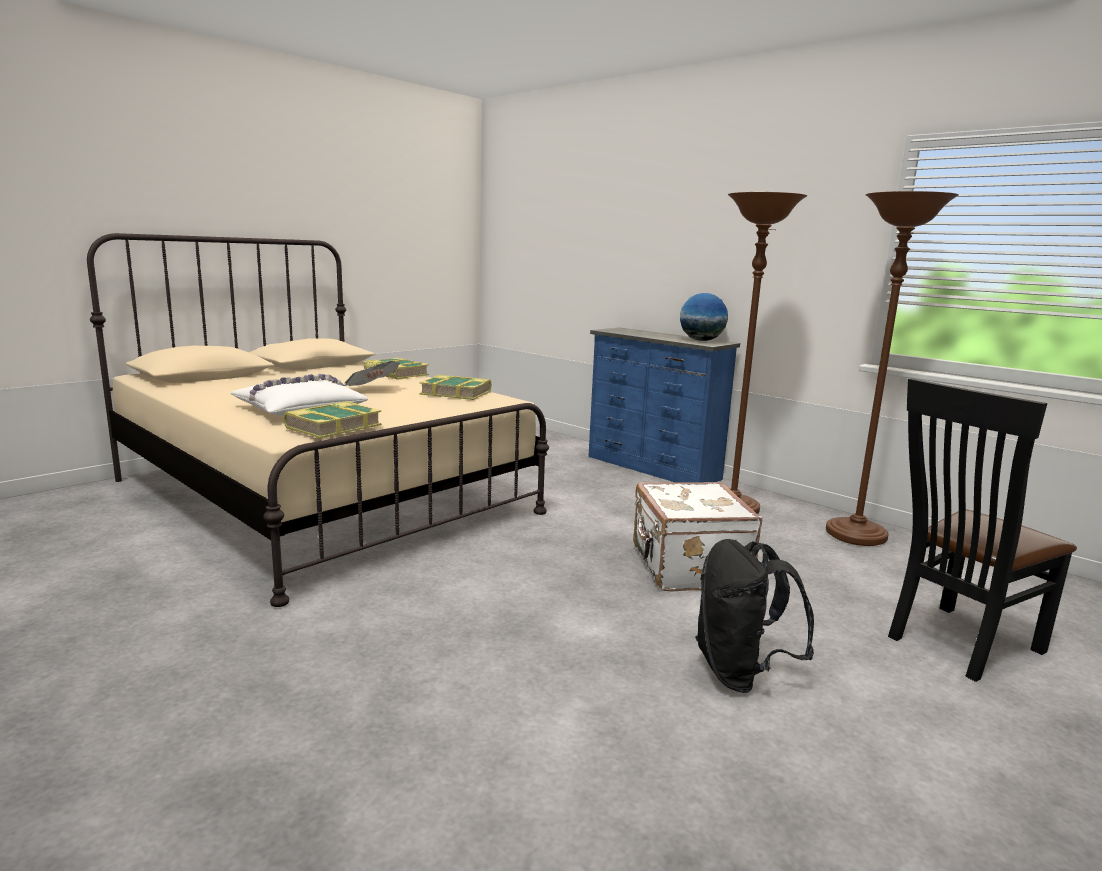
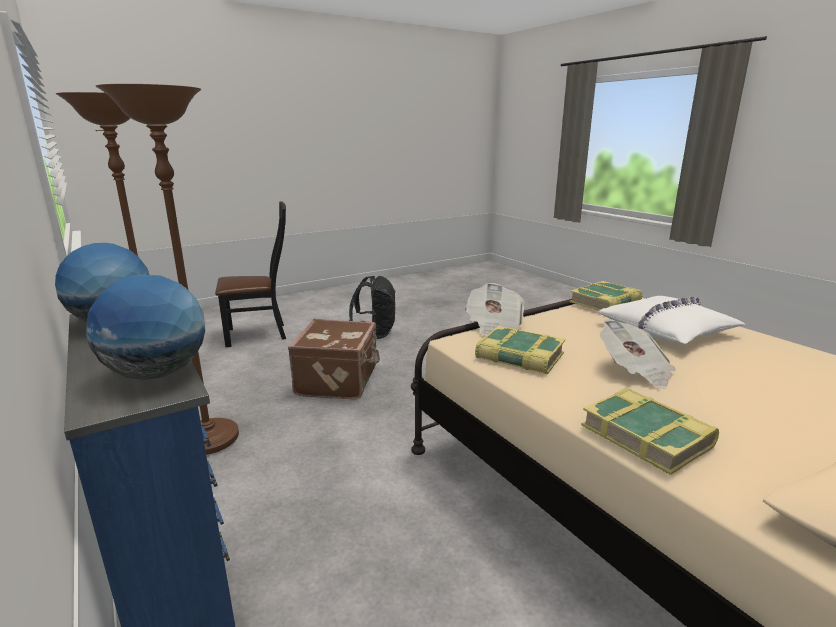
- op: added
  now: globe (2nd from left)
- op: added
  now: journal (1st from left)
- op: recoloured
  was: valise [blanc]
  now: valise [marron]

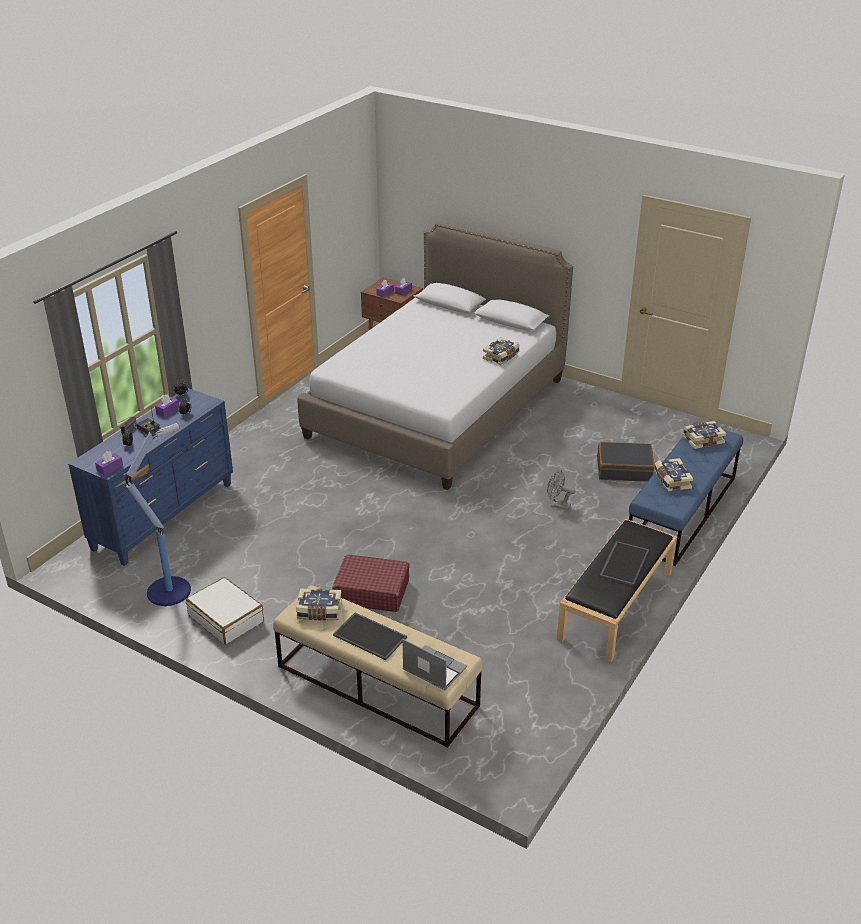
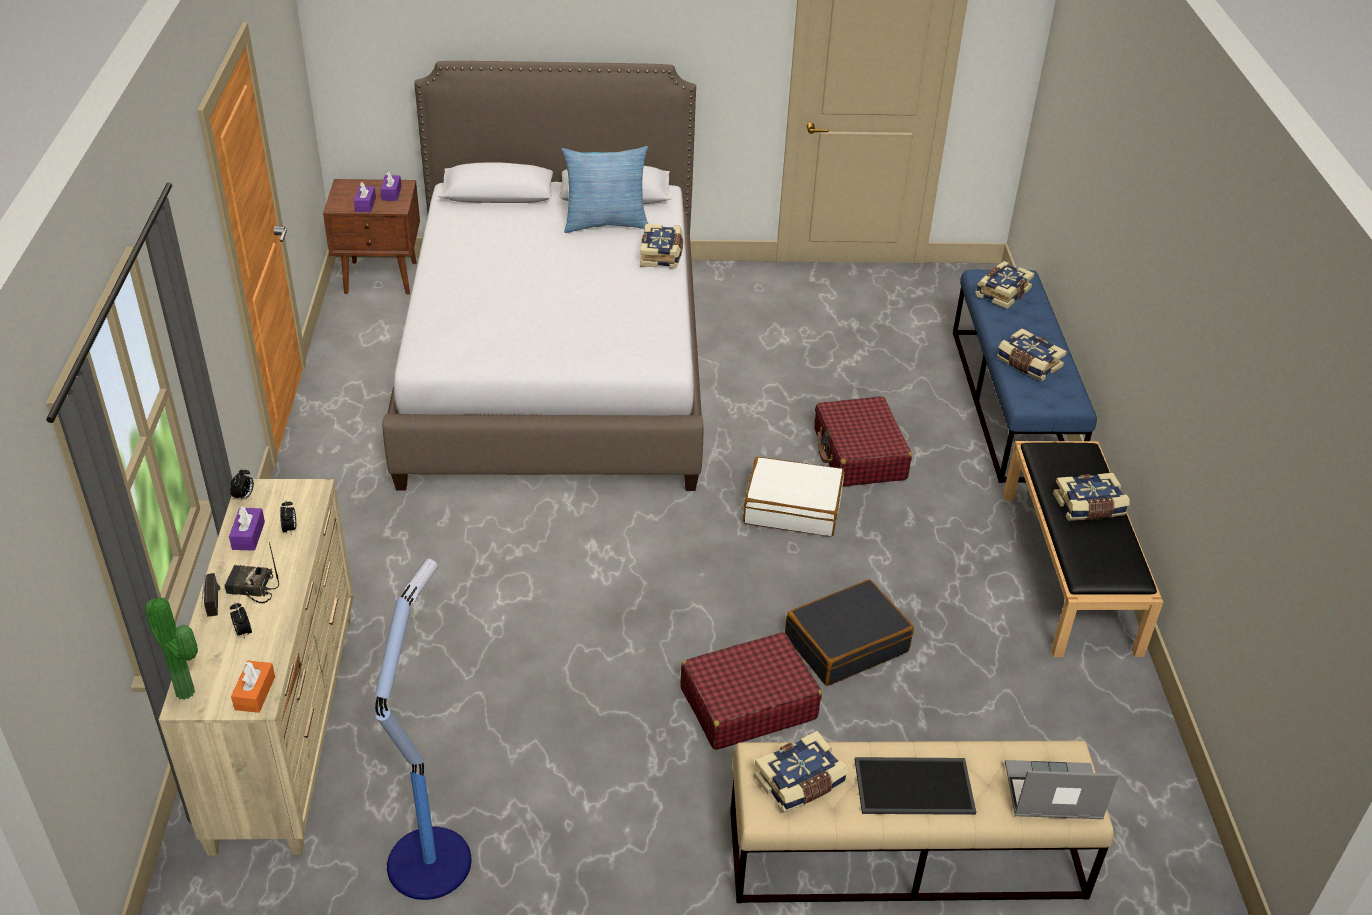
- op: added
  now: plante en pot
- op: added
  now: coussin
- op: moved
  was: valise [blanc]
- op: moved
  was: valise [noir]
- op: replaced
  was: ventilateur [gris]
  now: valise [rouge] (2nd from left)
- op: replaced
  was: plateau (2nd from left)
  now: livre (5th from left)
- op: recoloured
  was: commode [bleu]
  now: commode [beige]
- op: recoloured
  was: boîte à mouchoirs [violet] (1st from left)
  now: boîte à mouchoirs [orange]

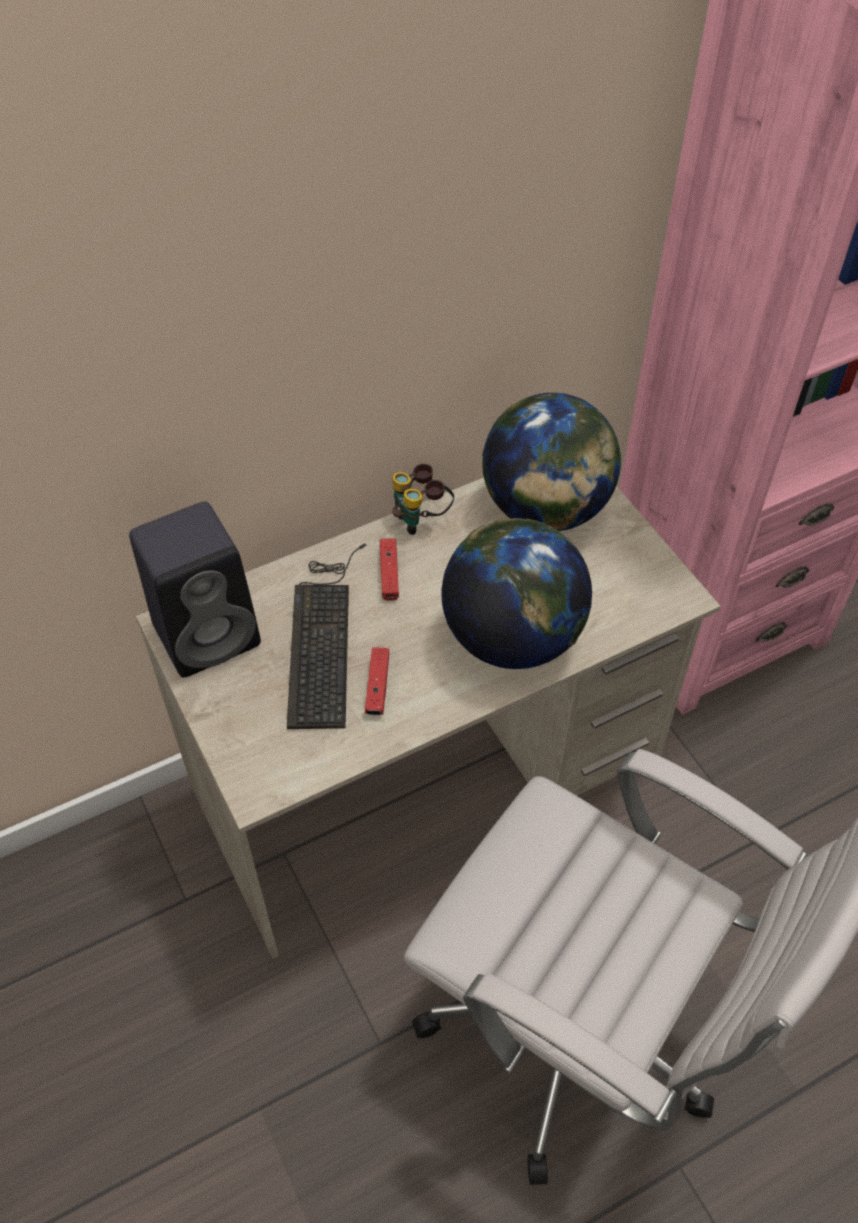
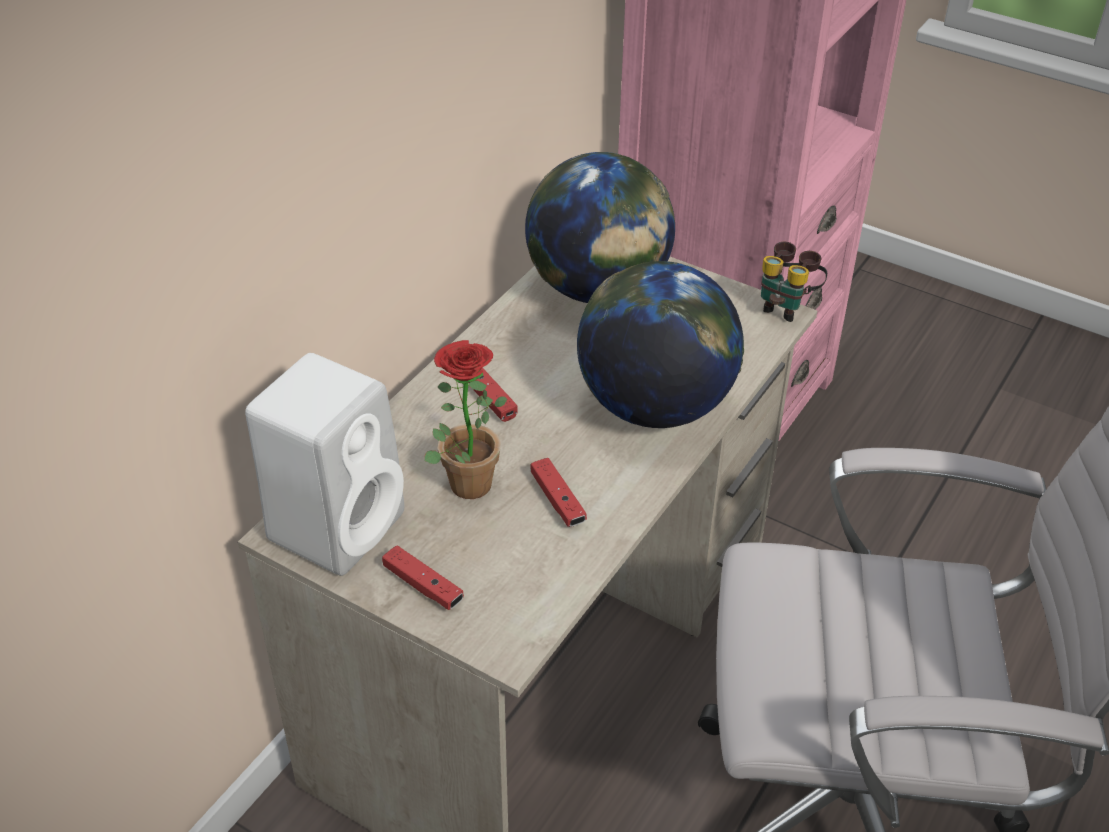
- op: added
  now: manette [rouge] (1st from left)
- op: moved
  was: jumelles
- op: replaced
  was: clavier
  now: plante en pot
- op: recoloured
  was: enceinte [noir]
  now: enceinte [blanc]

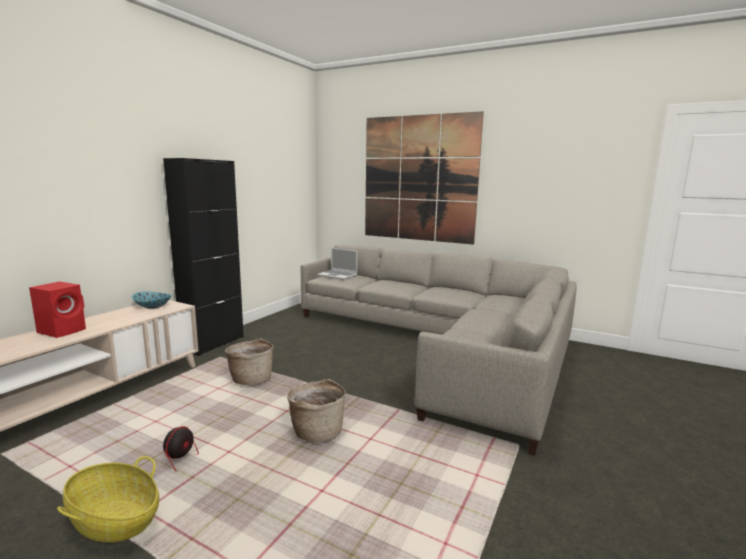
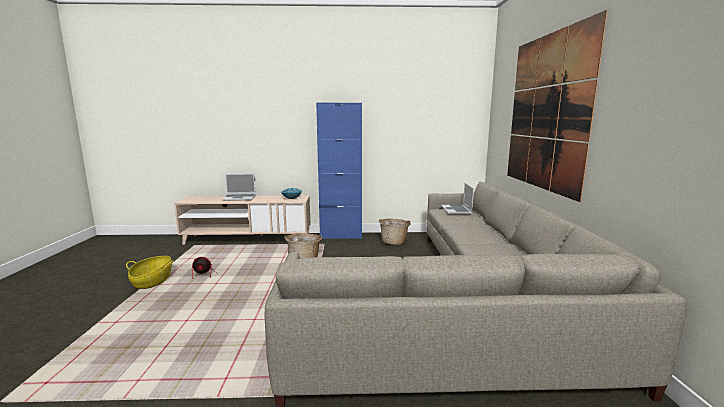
- op: moved
  was: panier (3rd from left)
- op: replaced
  was: enceinte [rouge]
  now: ordinateur portable (1st from left)
- op: recoloured
  was: meuble de rangement [noir]
  now: meuble de rangement [bleu]

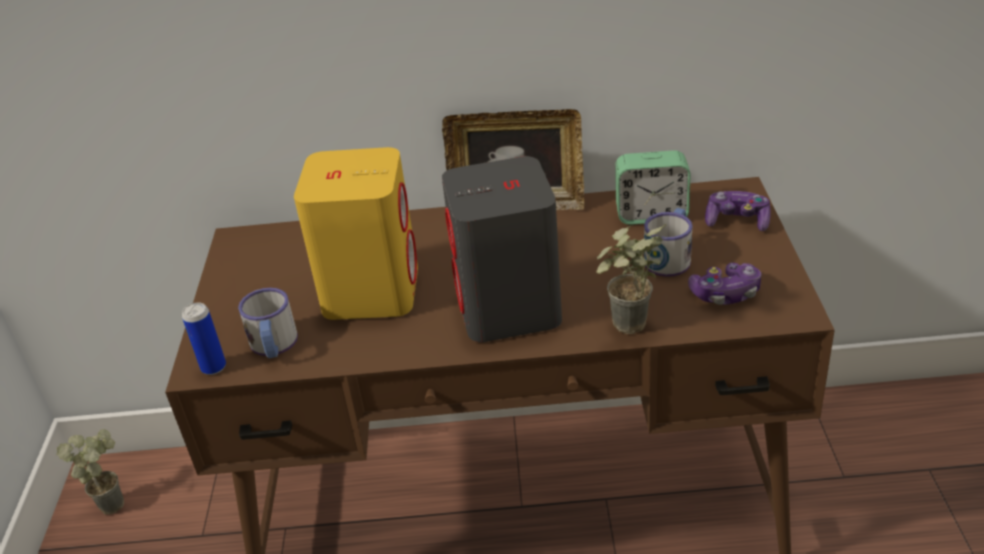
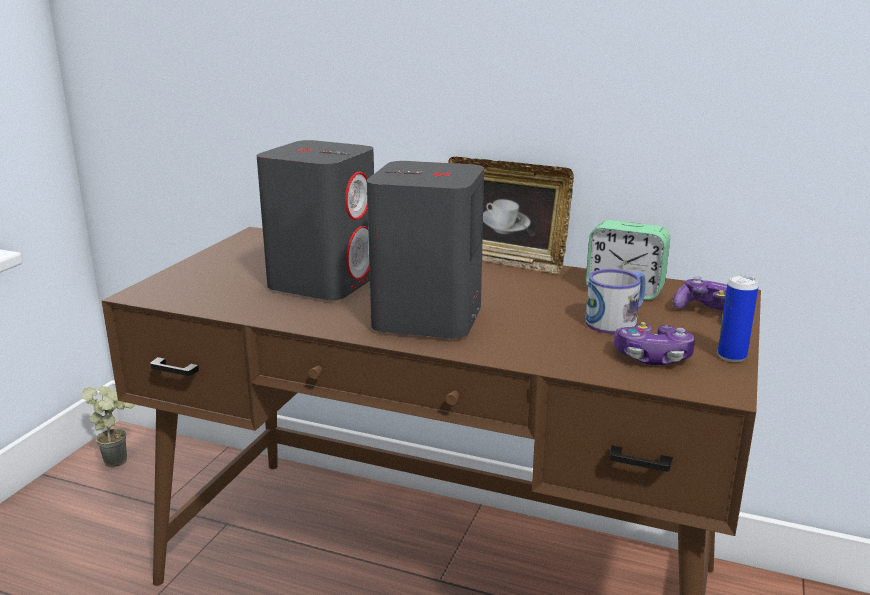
- op: removed
  was: mug (1st from left)
- op: removed
  was: plante en pot (2nd from left)
- op: moved
  was: boîte métallique
- op: recoloured
  was: enceinte [jaune]
  now: enceinte [gris] (1st from left)

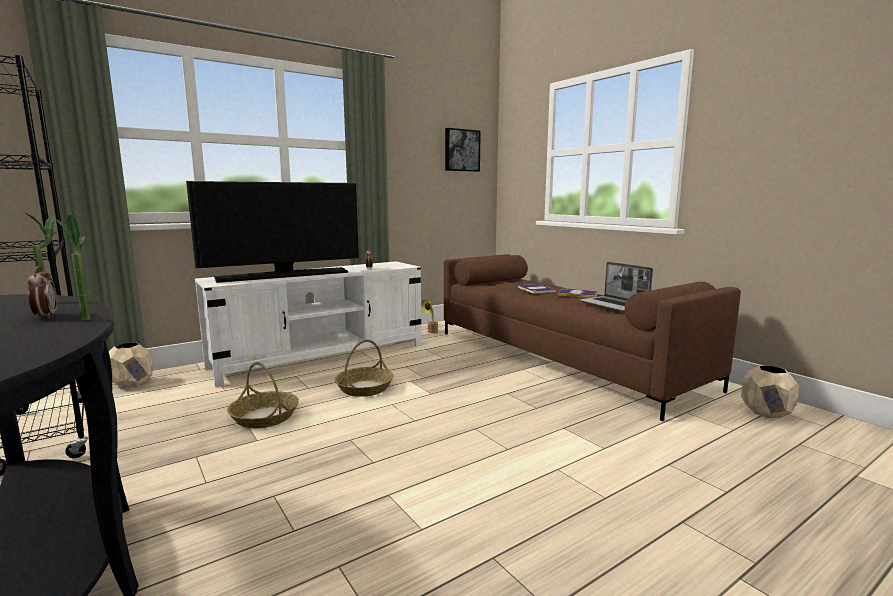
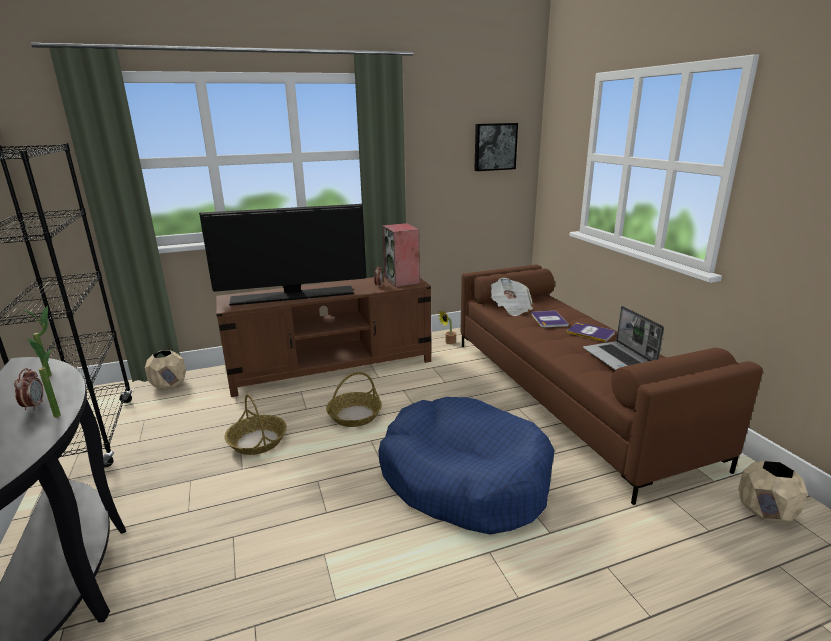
- op: added
  now: panier pour chien [bleu]
- op: added
  now: enceinte
- op: added
  now: journal
- op: recoloured
  was: meuble télé [blanc]
  now: meuble télé [marron]

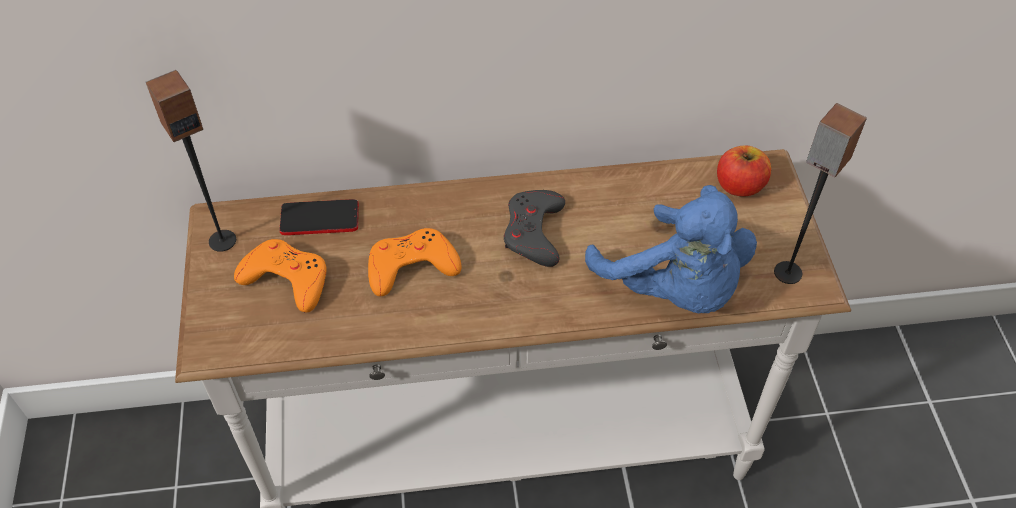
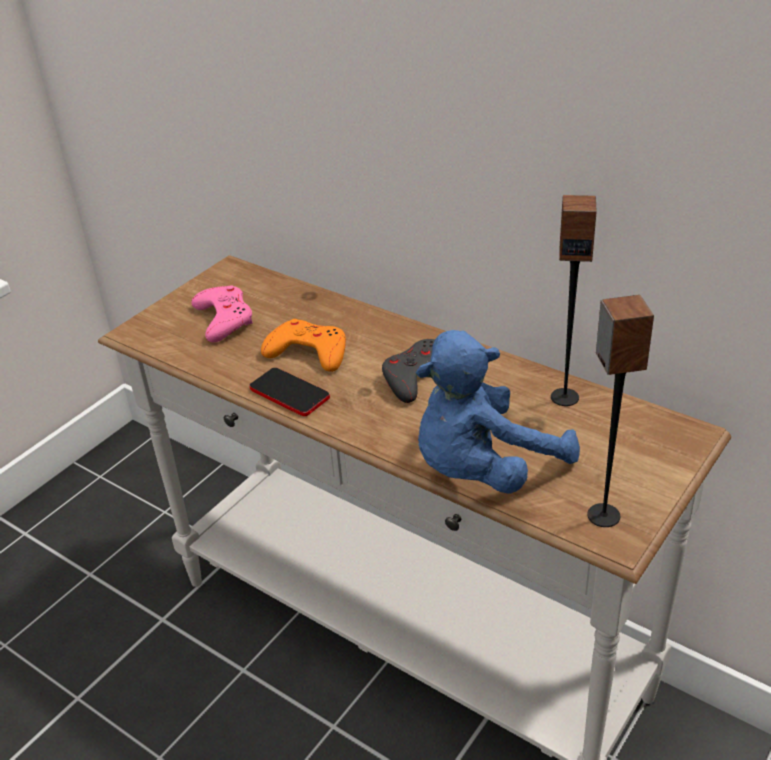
- op: removed
  was: pomme
- op: moved
  was: enceinte (1st from left)
- op: moved
  was: téléphone
- op: recoloured
  was: manette [orange] (1st from left)
  now: manette [rose]
- op: turned
  was: peluche [bleu]
  clockwise: 45

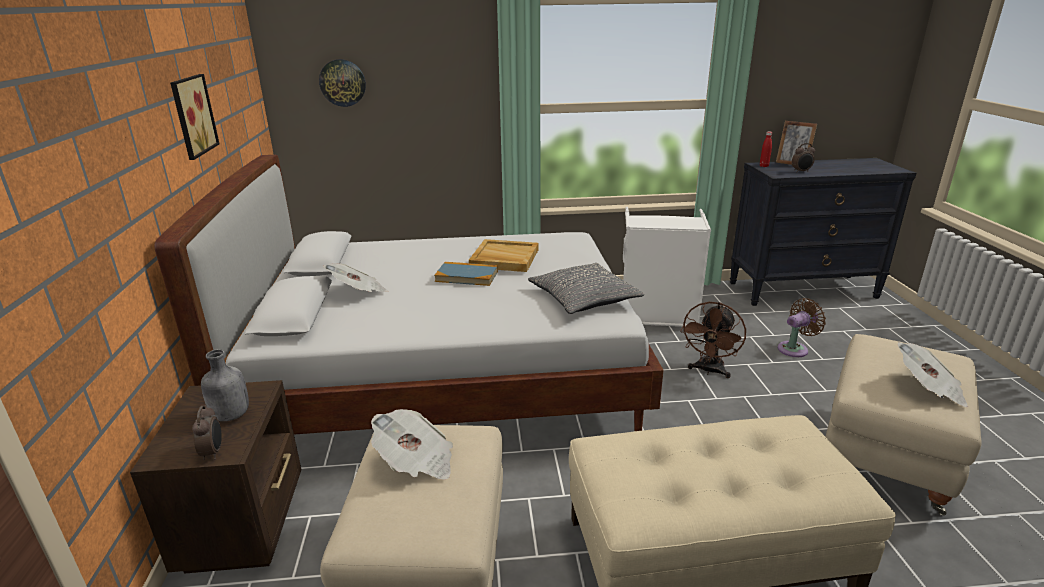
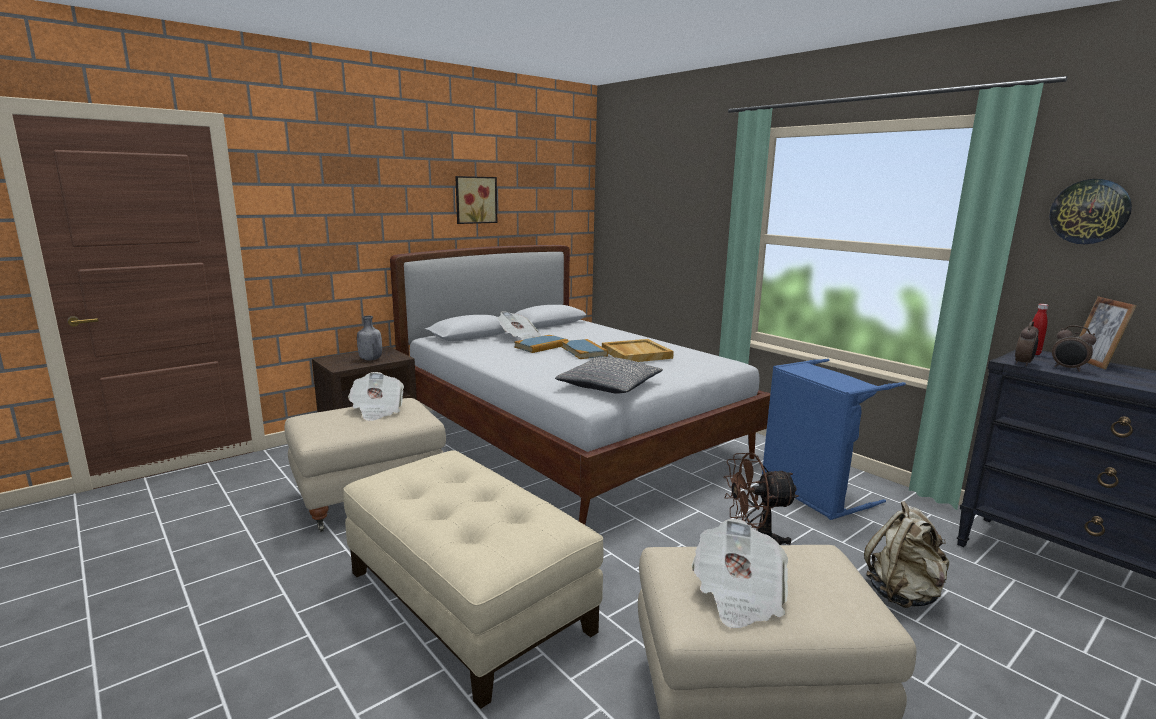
- op: added
  now: livre (1st from left)
- op: moved
  was: réveil (1st from left)
- op: moved
  was: horloge murale
- op: replaced
  was: ventilateur [marron] (2nd from left)
  now: sac à dos [beige]
- op: recoloured
  was: panier à linge [blanc]
  now: panier à linge [bleu]

